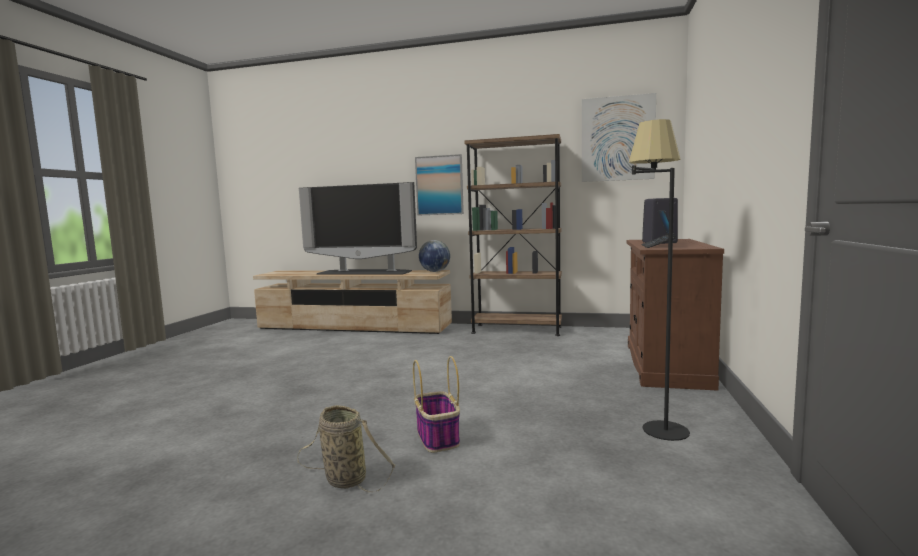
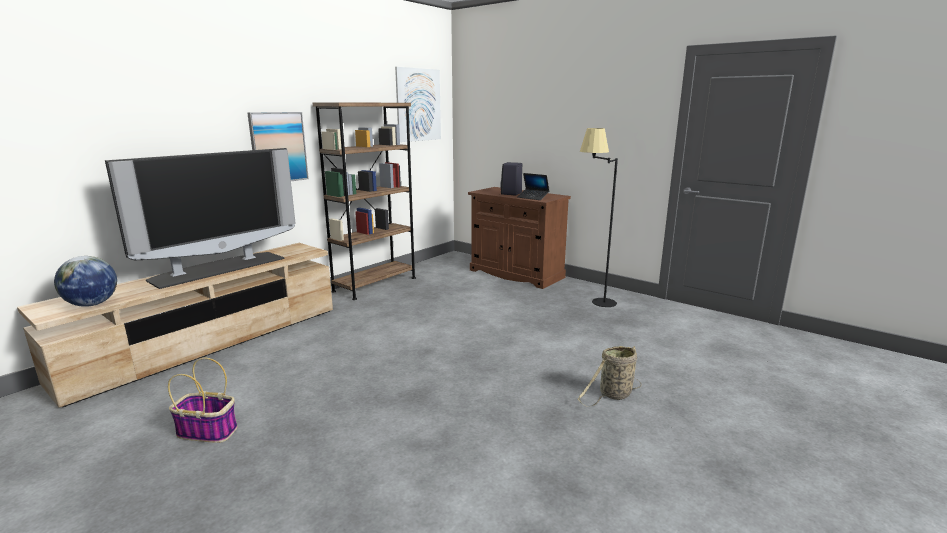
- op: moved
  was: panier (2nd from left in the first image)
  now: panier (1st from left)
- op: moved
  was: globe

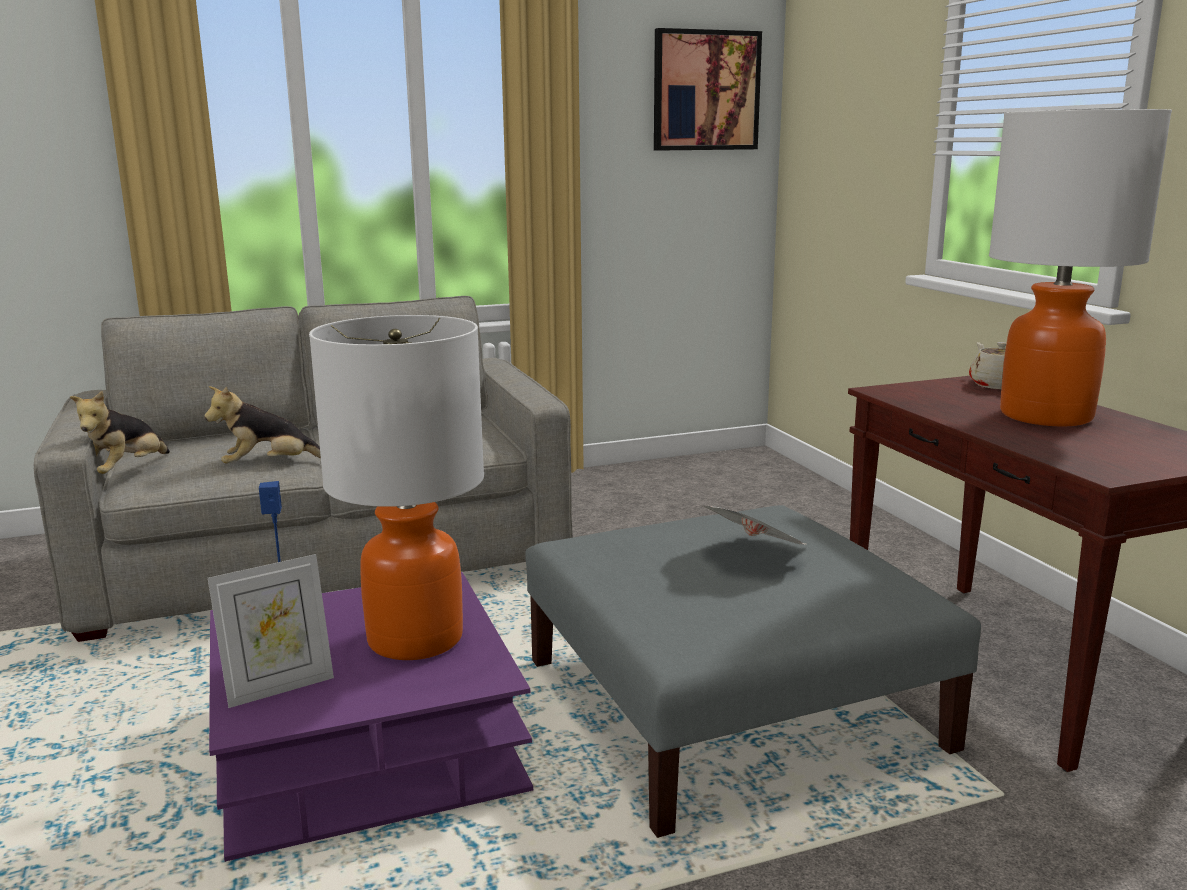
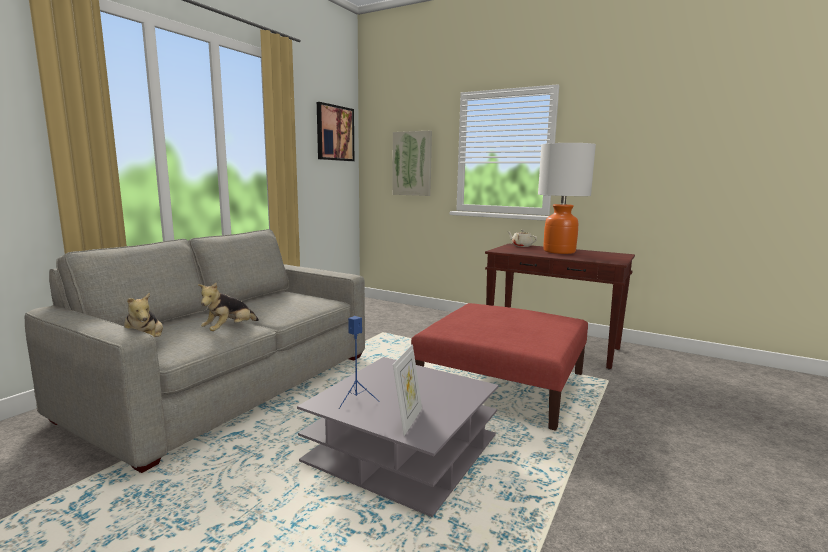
- op: removed
  was: lampe de table (1st from left)
- op: removed
  was: journal
- op: added
  now: tableau (2nd from left)
- op: recoloured
  was: table basse [violet]
  now: table basse [gris]
- op: recoloured
  was: pouf [gris]
  now: pouf [rouge]

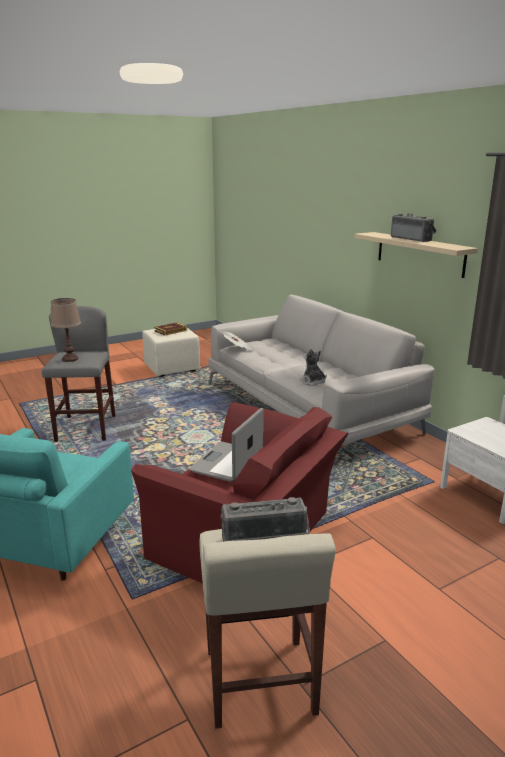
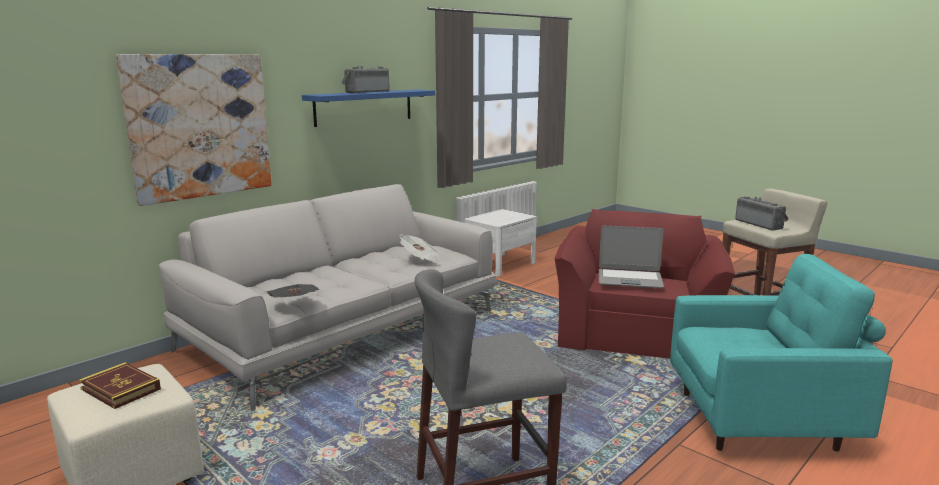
- op: removed
  was: lampe de table [marron]
- op: added
  now: tableau
- op: replaced
  was: peluche
  now: journal (2nd from left)
- op: recoloured
  was: étagère [beige]
  now: étagère [bleu]

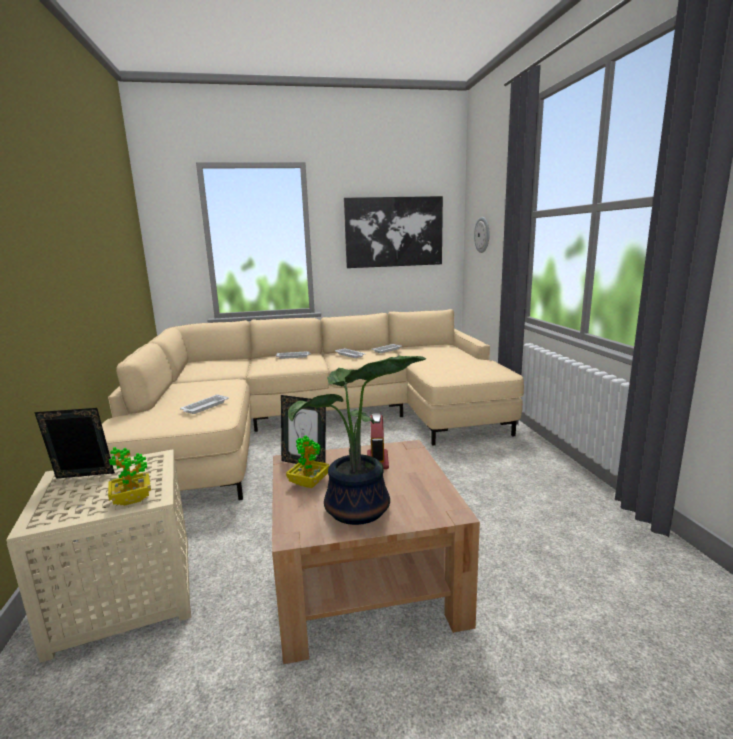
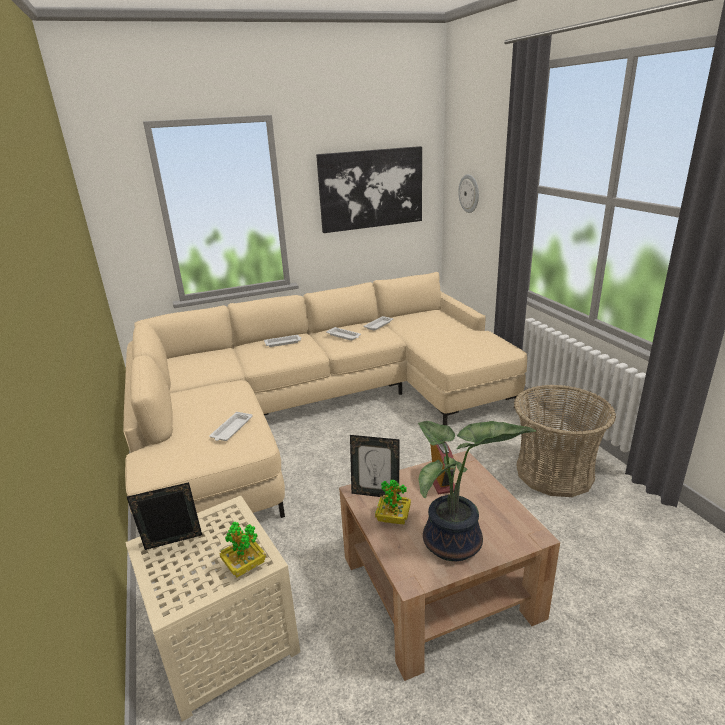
- op: added
  now: panier

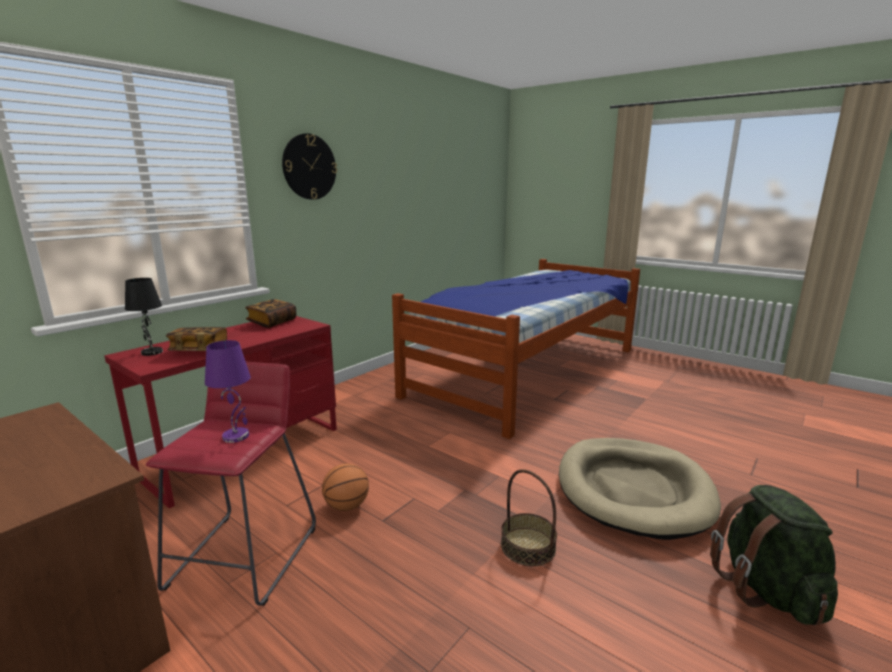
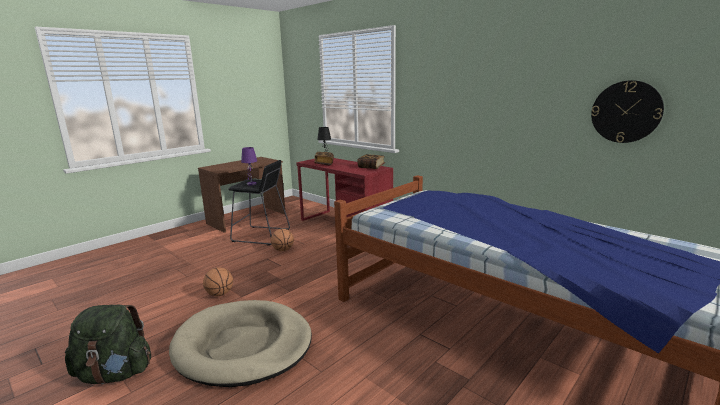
- op: moved
  was: horloge murale
- op: replaced
  was: panier
  now: ballon de basket (1st from left)
- op: recoloured
  was: tabouret [rouge]
  now: tabouret [noir]

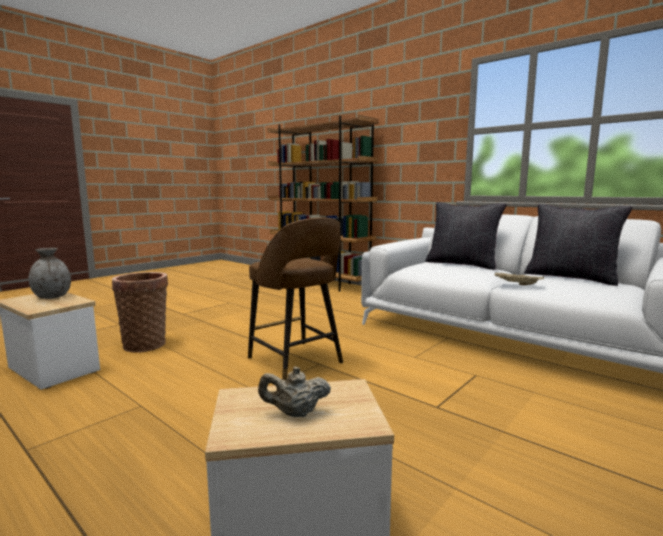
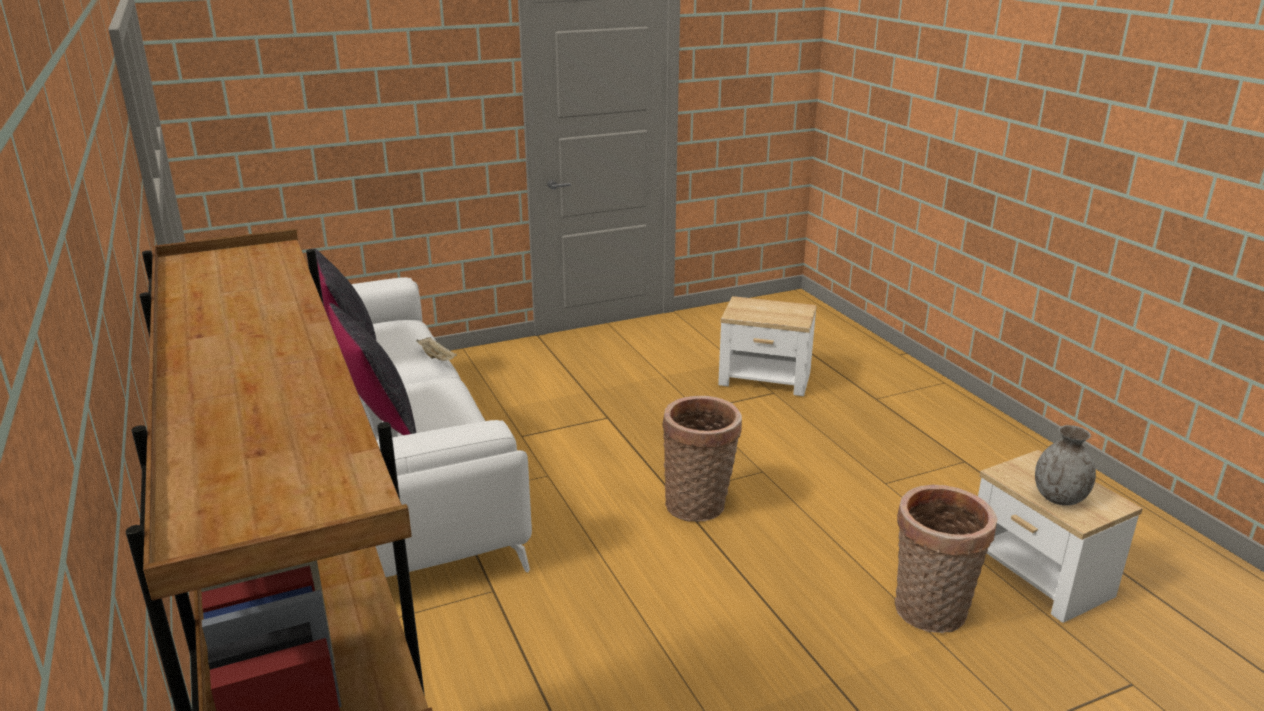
- op: removed
  was: théière [beige]
- op: replaced
  was: tabouret [marron]
  now: panier (1st from left)

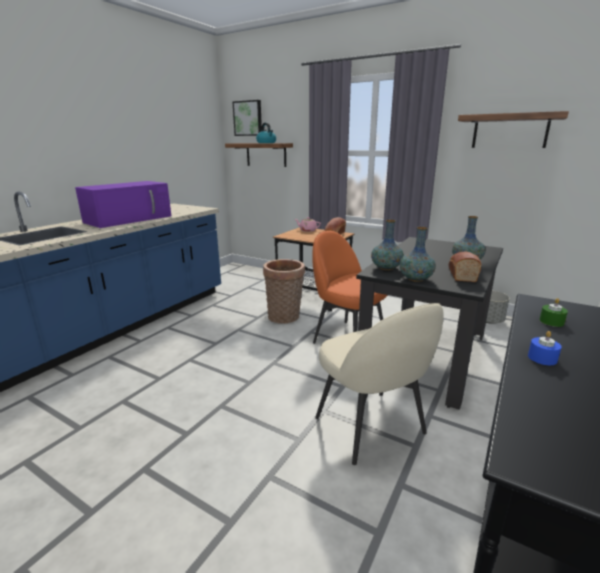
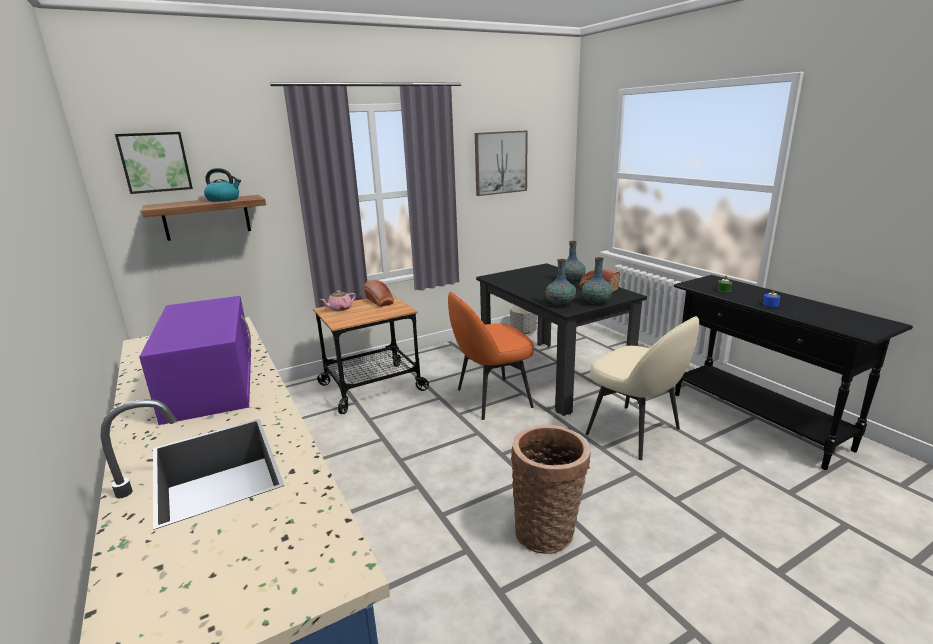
- op: moved
  was: panier
- op: replaced
  was: étagère (2nd from left)
  now: tableau (2nd from left)
- op: turned
  was: chaise [beige]
  clockwise: 45

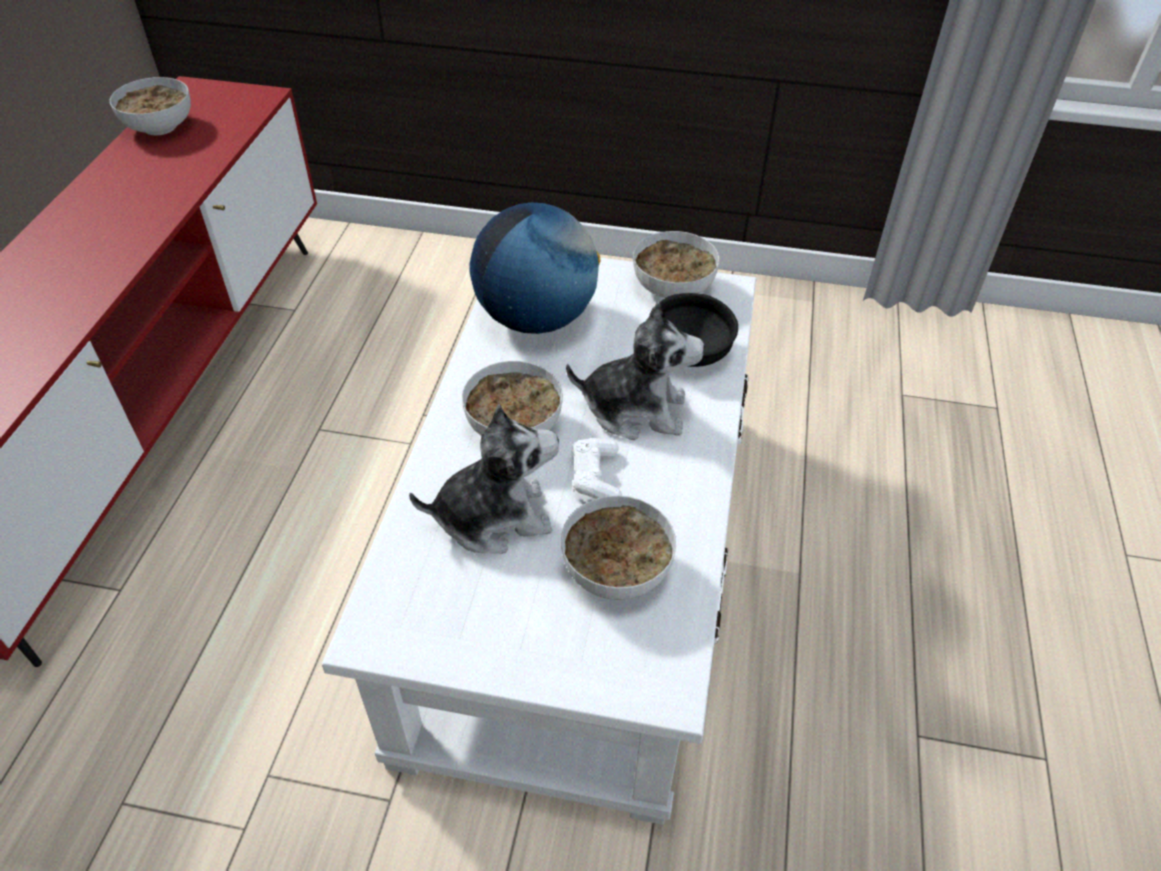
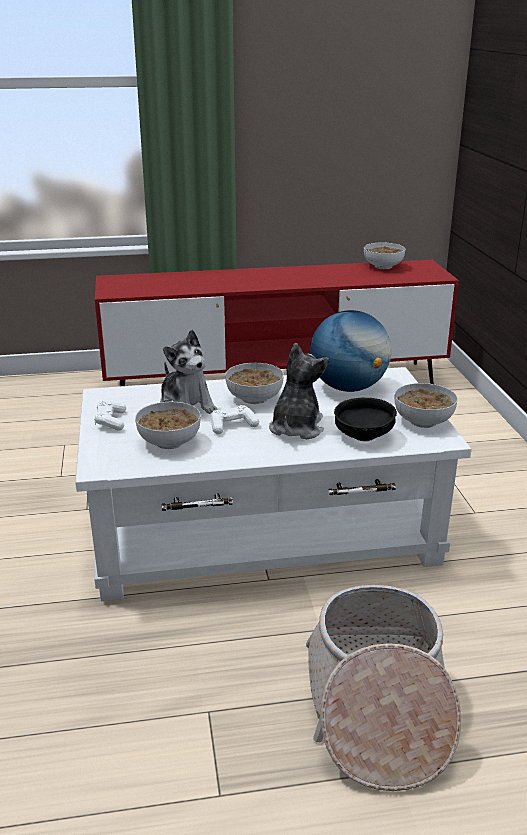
- op: added
  now: manette [blanc] (1st from left)
- op: added
  now: panier
- op: turned
  was: peluche (2nd from left)
  clockwise: -150

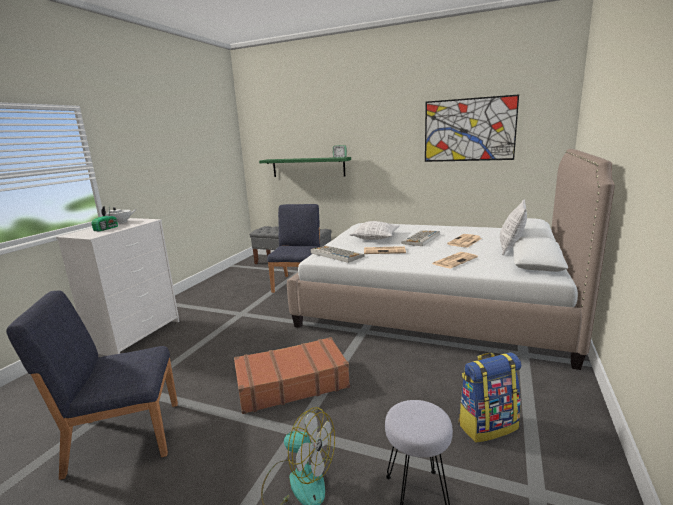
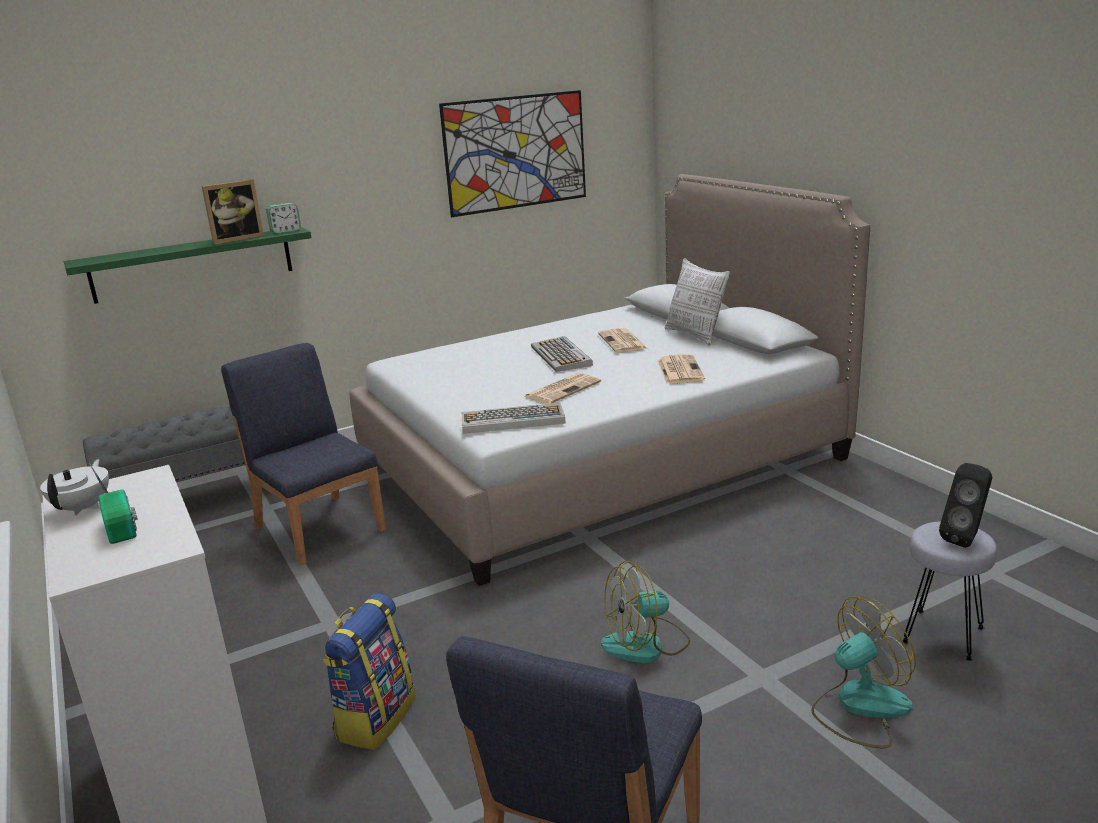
- op: removed
  was: coussin (1st from left)
- op: added
  now: cadre photo
- op: added
  now: enceinte [noir]
- op: moved
  was: sac à dos
- op: replaced
  was: valise [marron]
  now: ventilateur (1st from left)

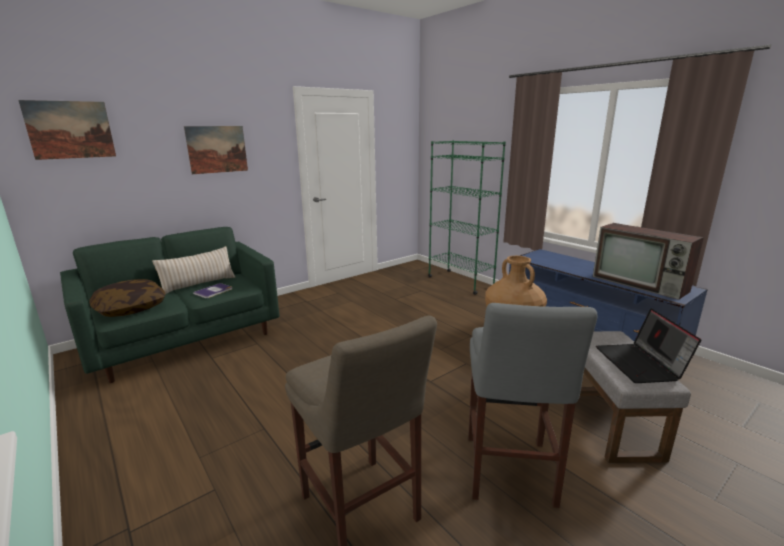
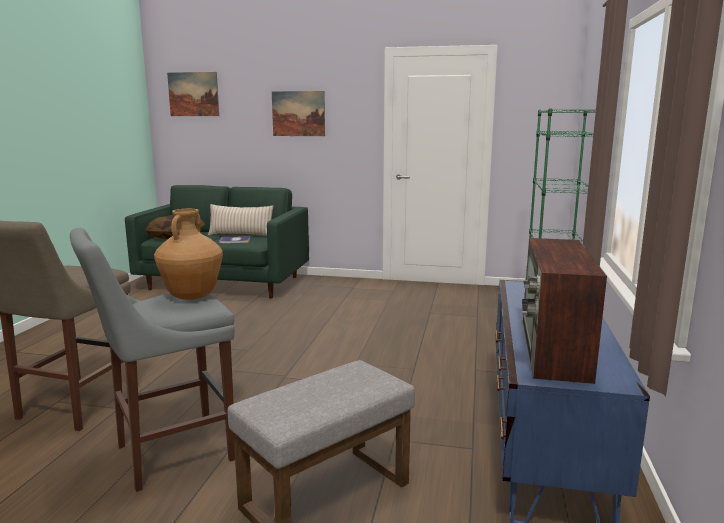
- op: removed
  was: ordinateur portable

